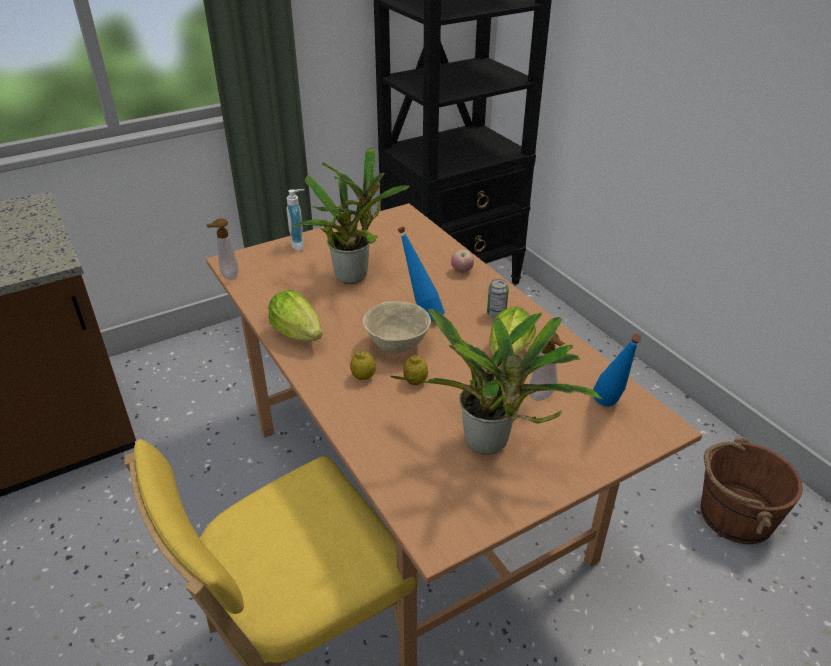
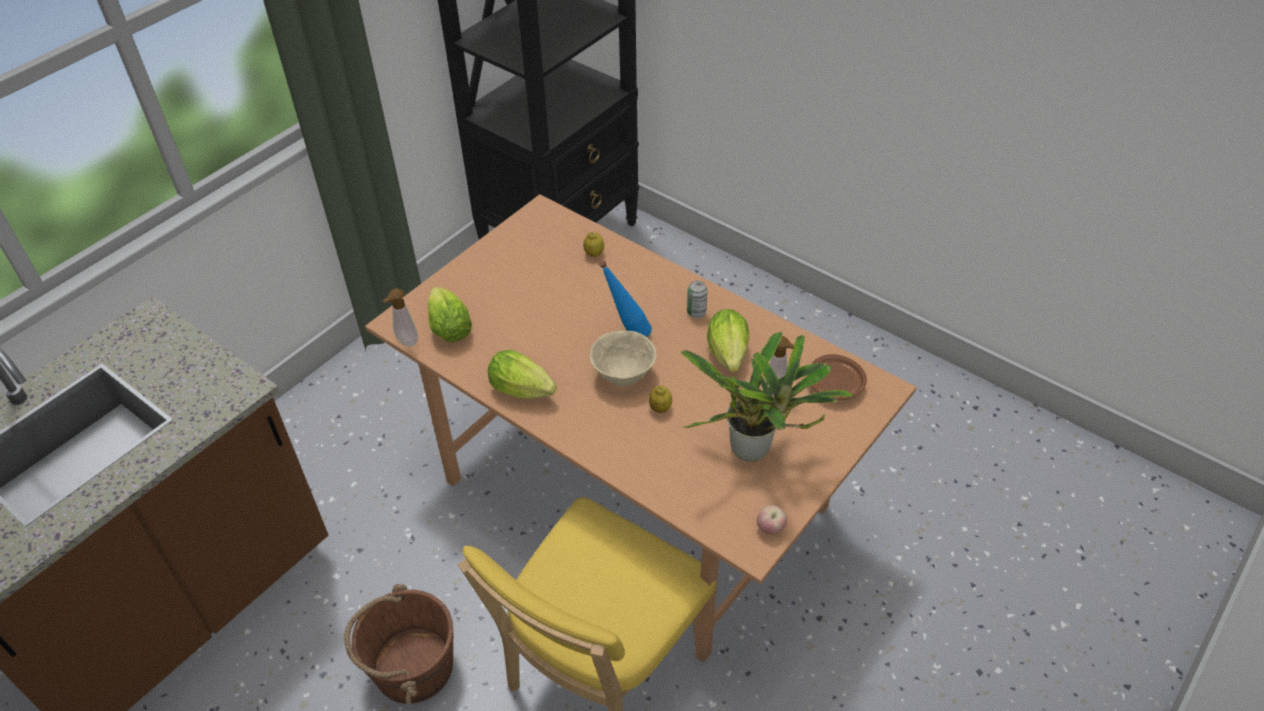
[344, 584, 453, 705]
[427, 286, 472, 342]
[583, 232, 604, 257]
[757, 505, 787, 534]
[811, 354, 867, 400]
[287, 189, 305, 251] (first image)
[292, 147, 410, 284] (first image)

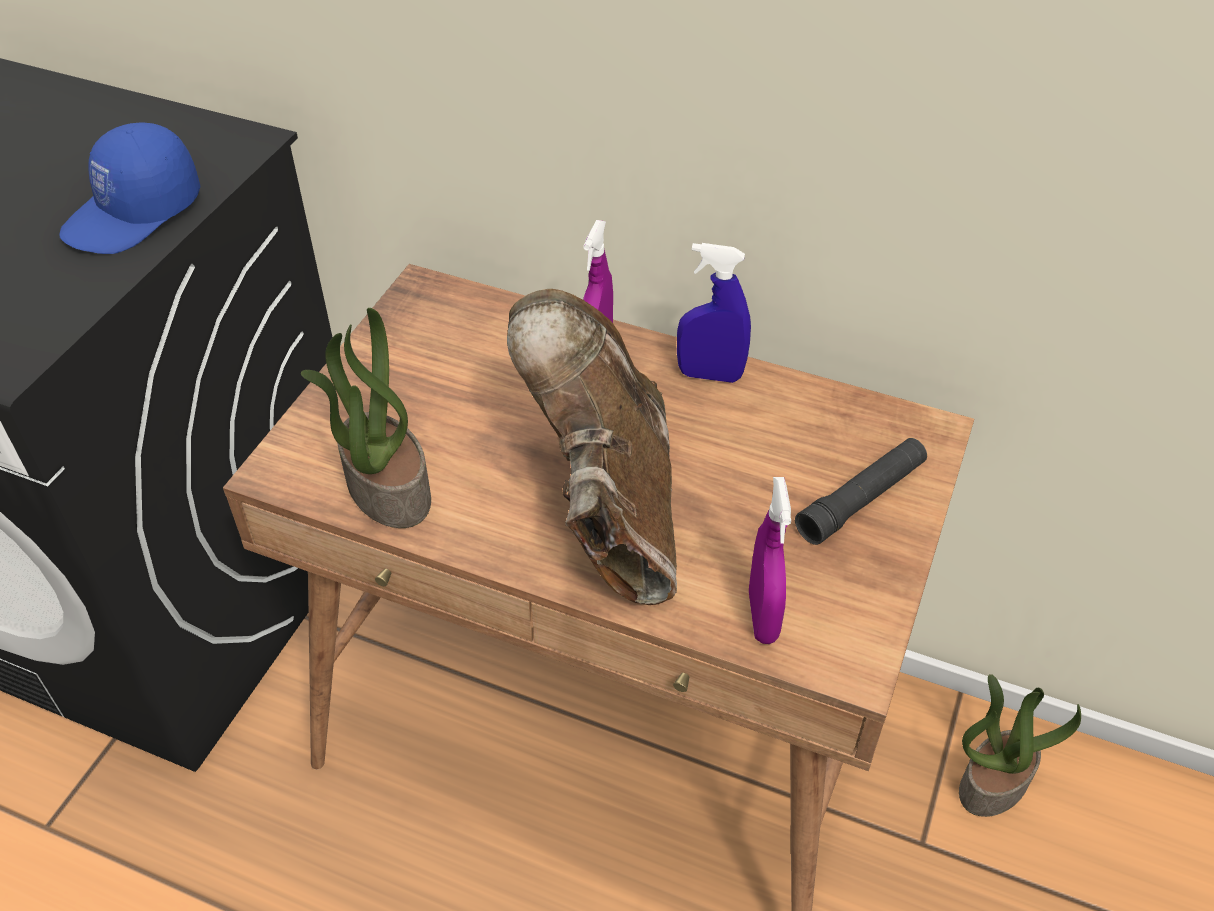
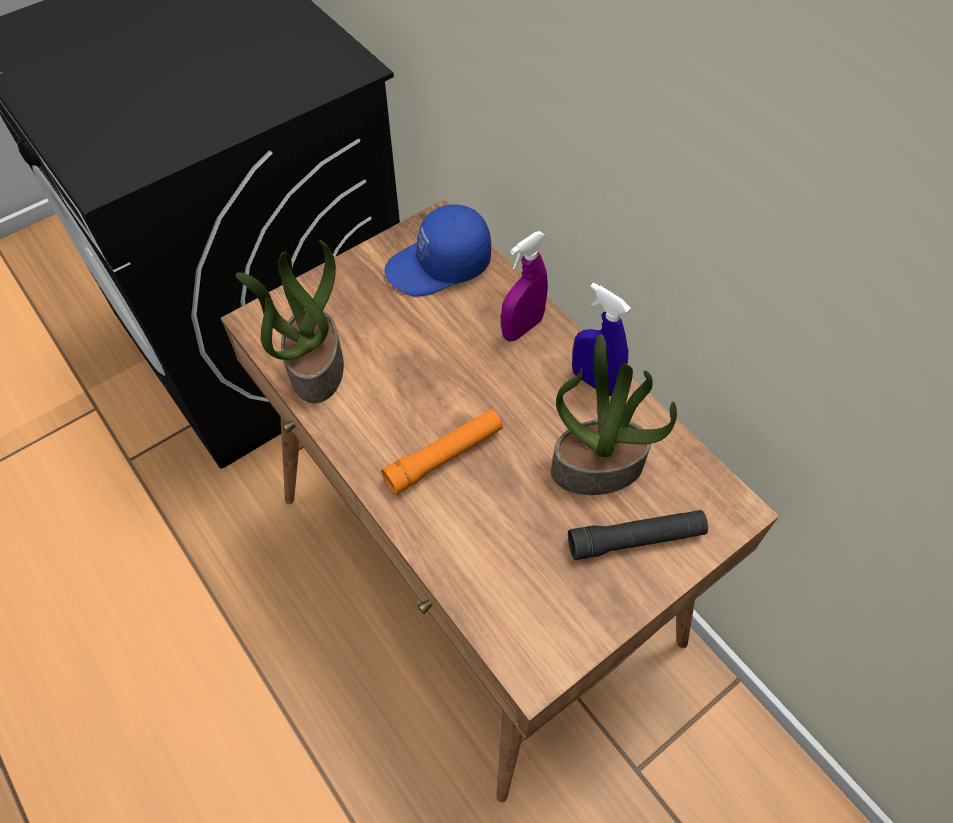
[381, 409, 503, 495]
[384, 204, 491, 297]
[551, 334, 677, 495]
[749, 477, 791, 644] (first image)

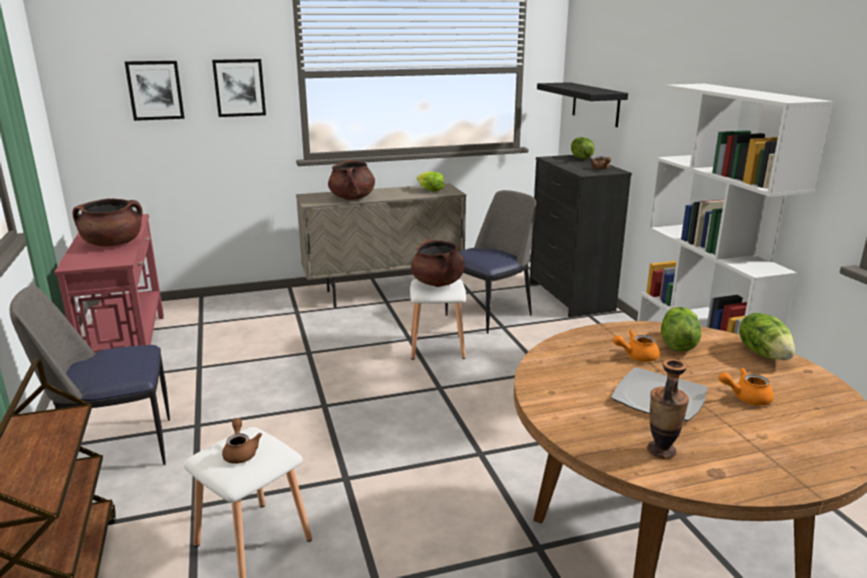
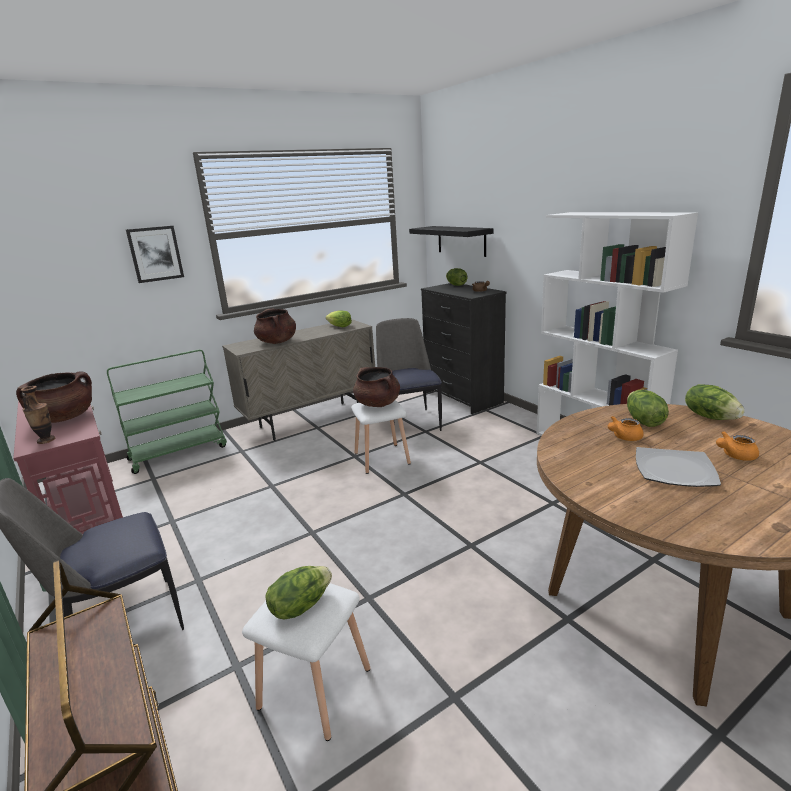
[21, 386, 55, 444]
[107, 349, 227, 474]
[265, 566, 332, 620]
[376, 318, 442, 431]
[125, 61, 184, 121] (first image)

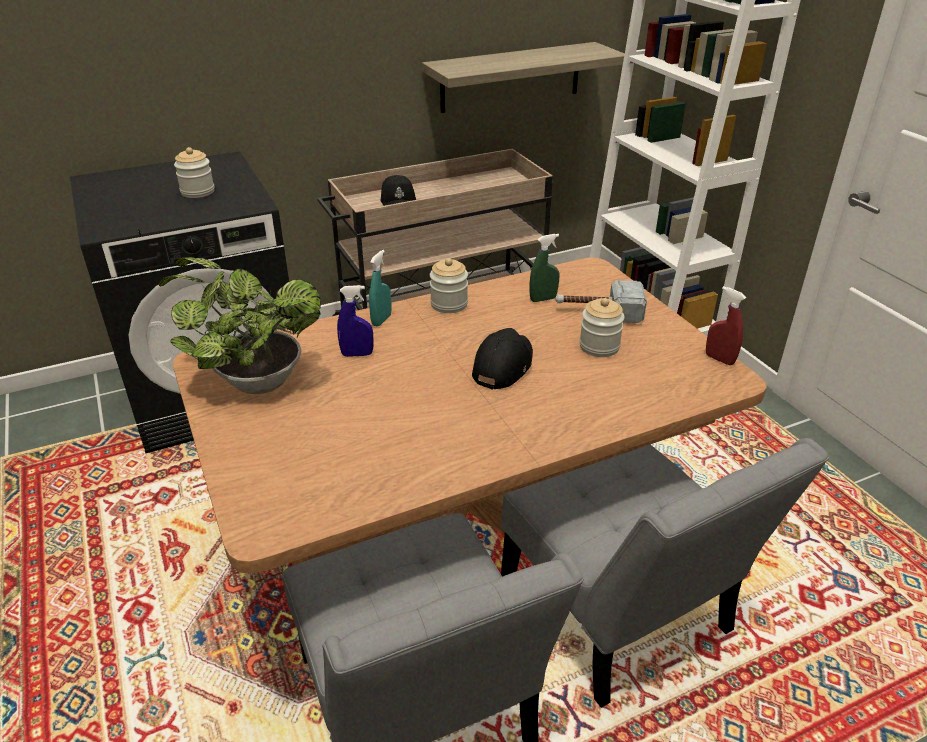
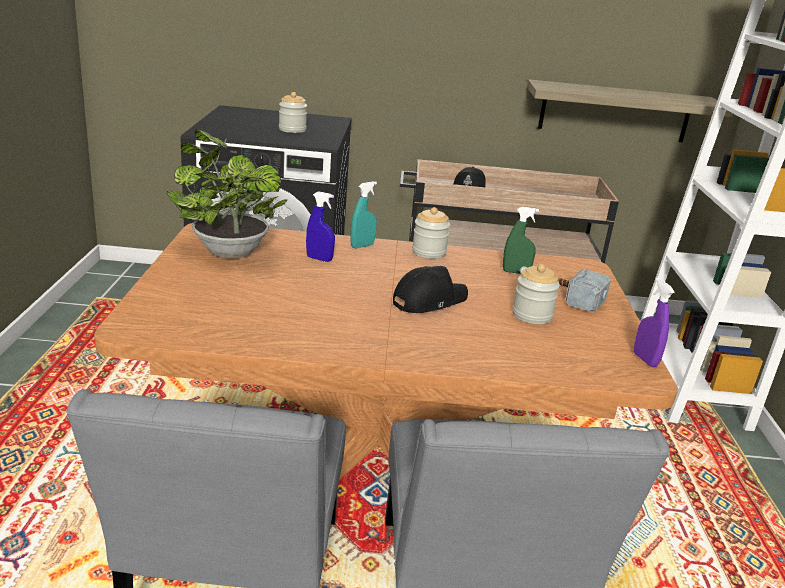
[634, 278, 675, 367]

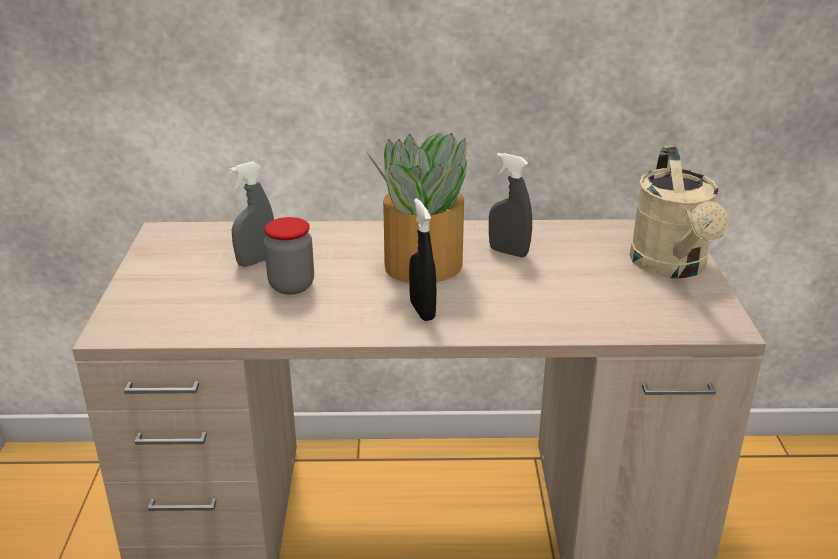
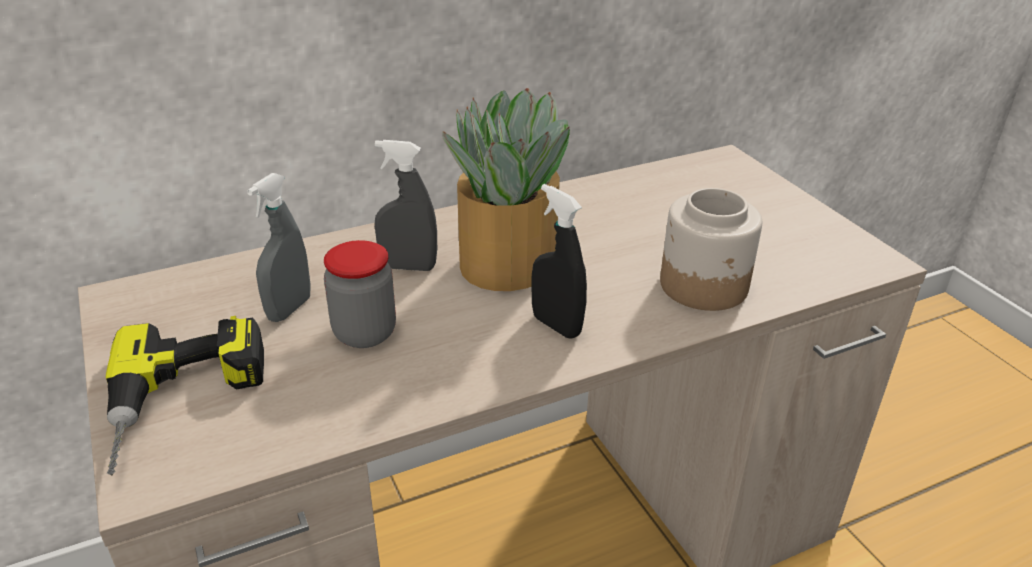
[106, 316, 264, 476]
[375, 140, 437, 271]
[660, 188, 762, 311]
[630, 147, 729, 278] (first image)

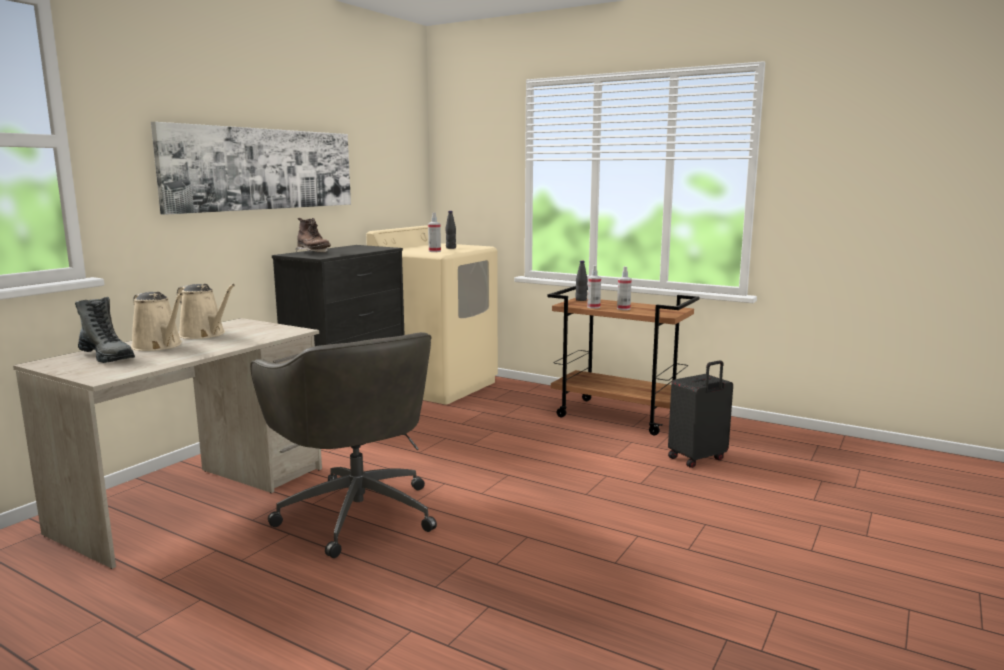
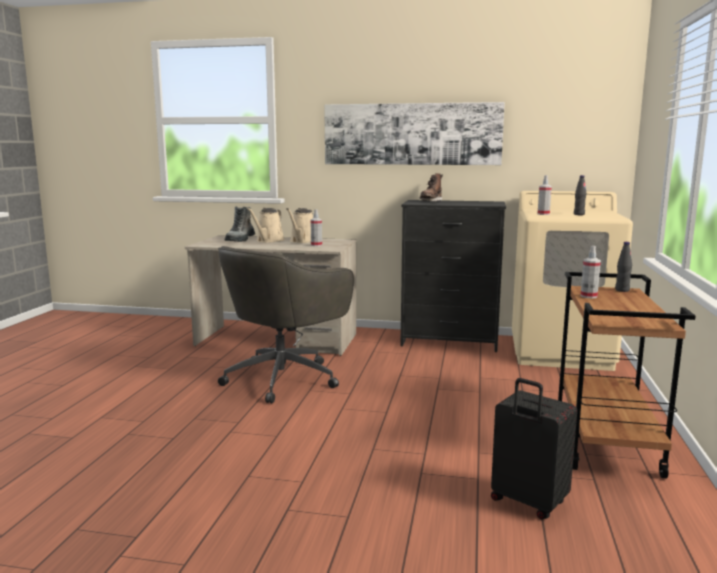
[310, 209, 322, 246]

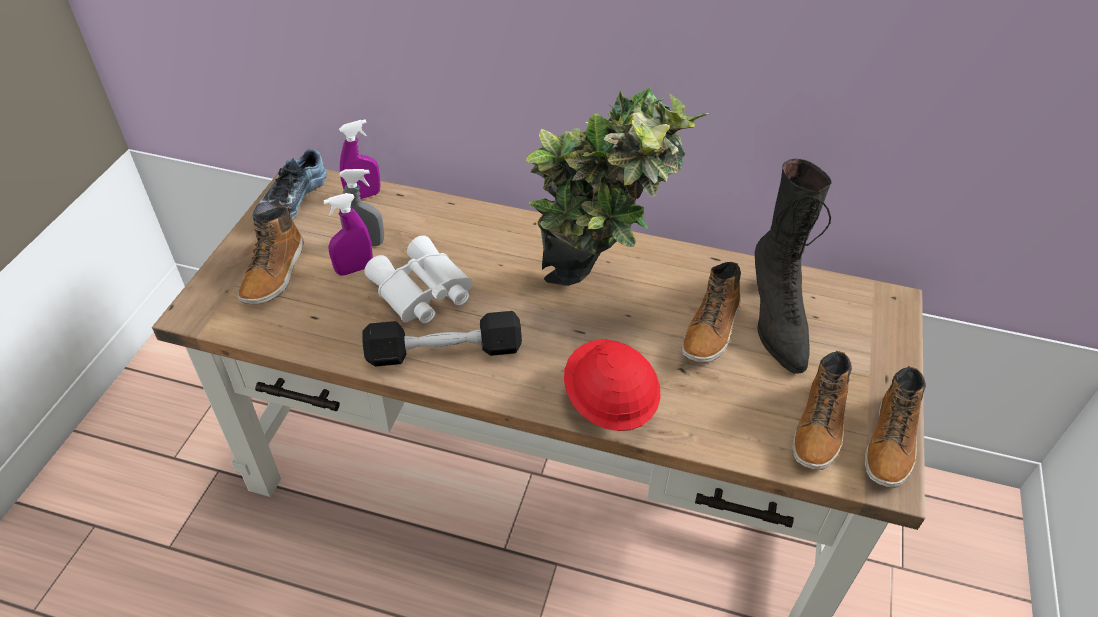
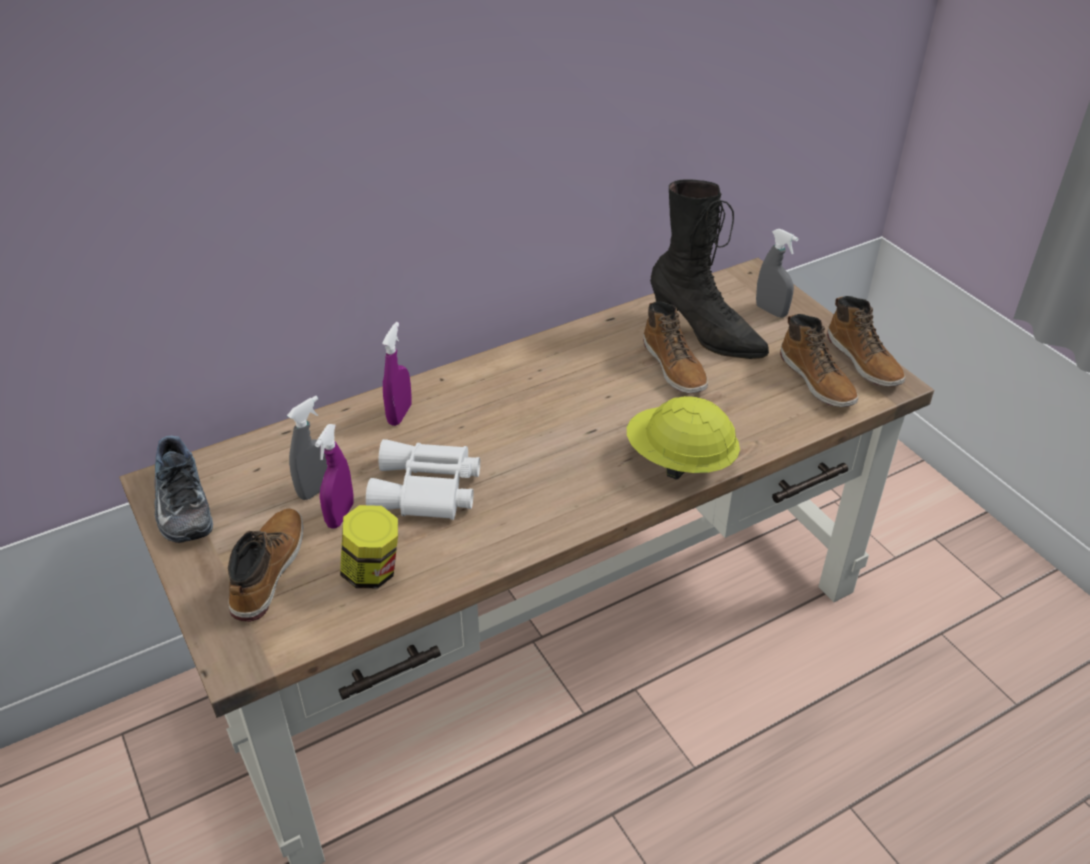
[228, 508, 303, 622]
[340, 505, 398, 588]
[382, 322, 412, 426]
[627, 396, 740, 479]
[756, 229, 798, 318]
[362, 311, 522, 366] (first image)
[526, 87, 709, 286] (first image)

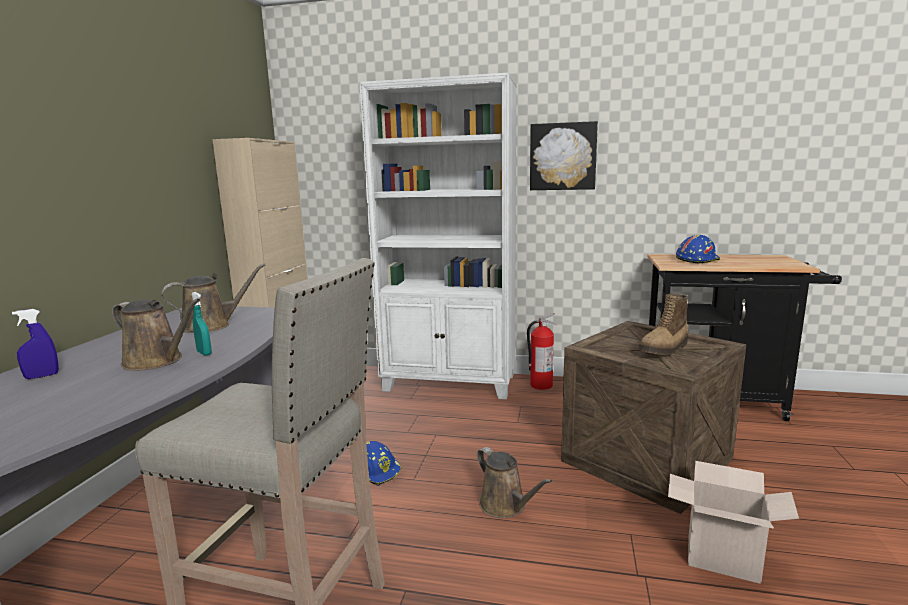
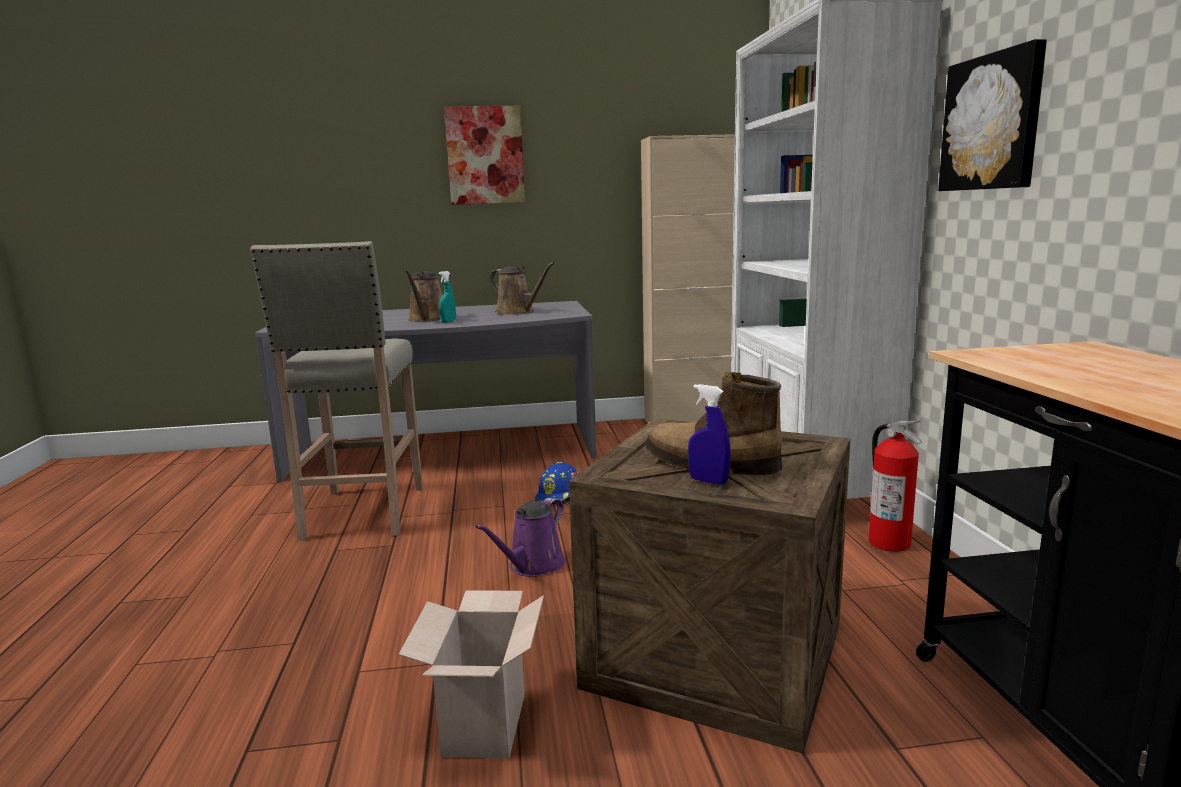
[444, 106, 525, 205]
[475, 498, 565, 577]
[688, 384, 731, 485]
[676, 235, 720, 264] (first image)

